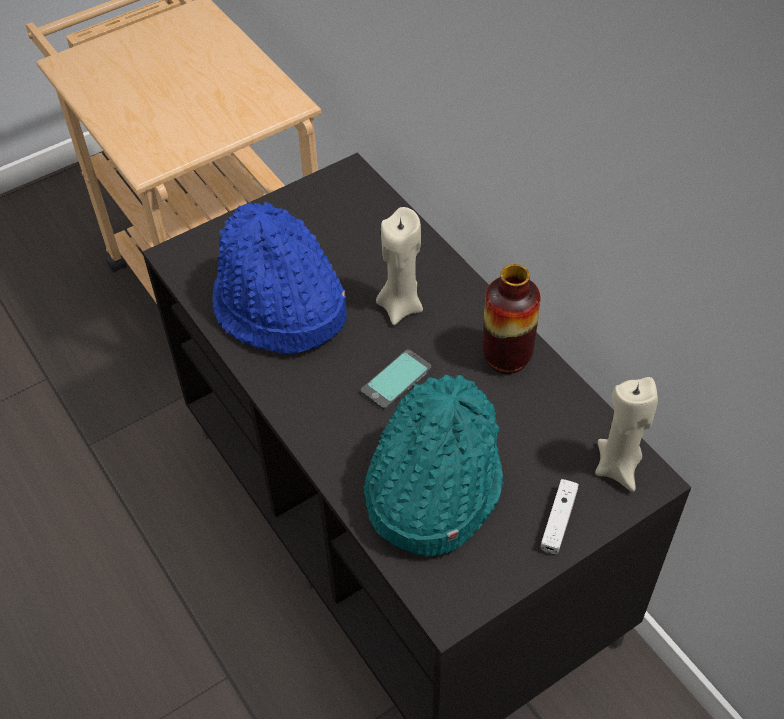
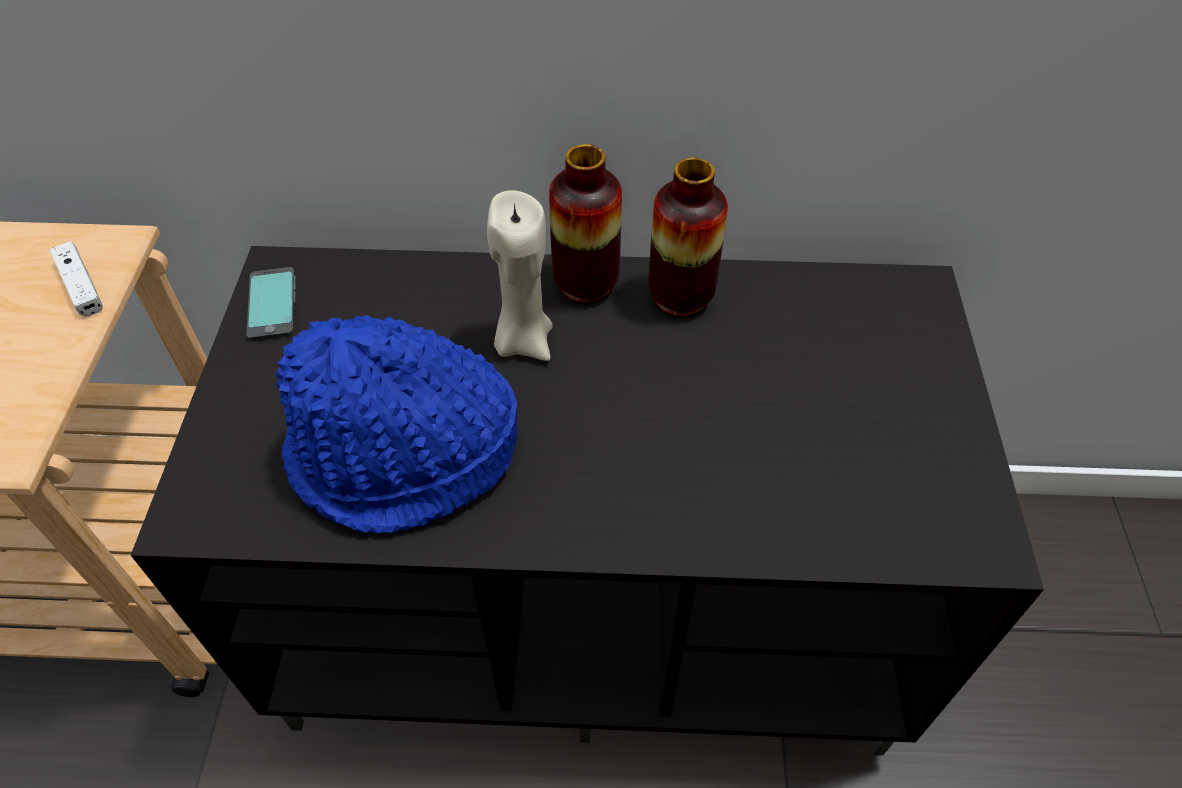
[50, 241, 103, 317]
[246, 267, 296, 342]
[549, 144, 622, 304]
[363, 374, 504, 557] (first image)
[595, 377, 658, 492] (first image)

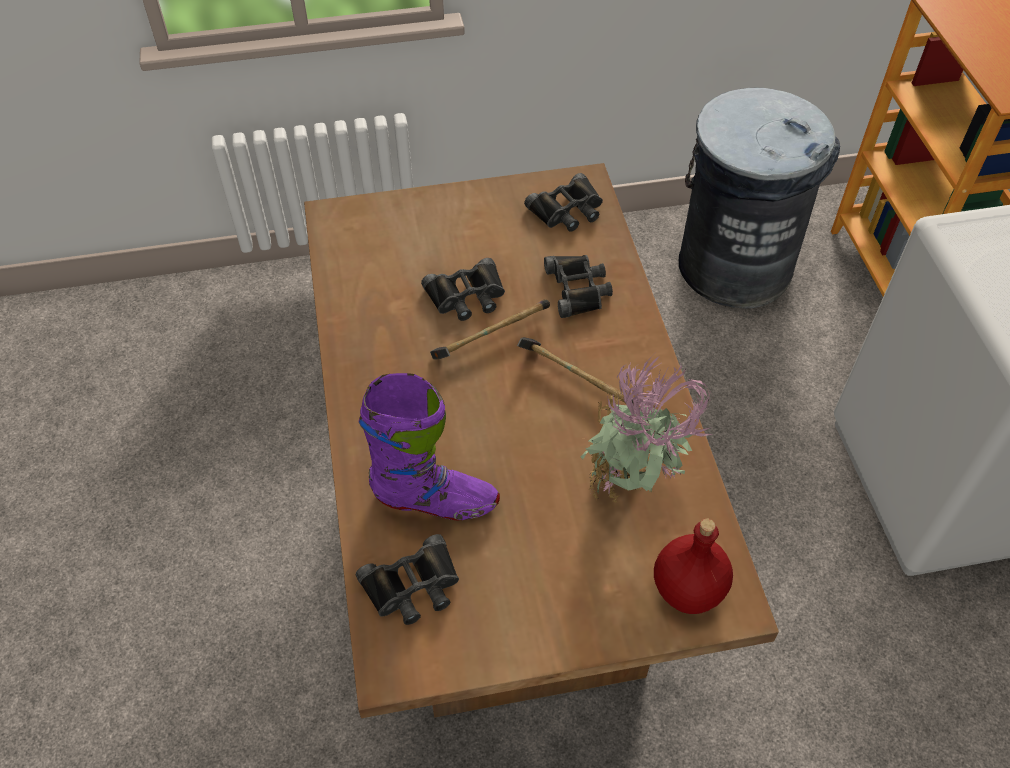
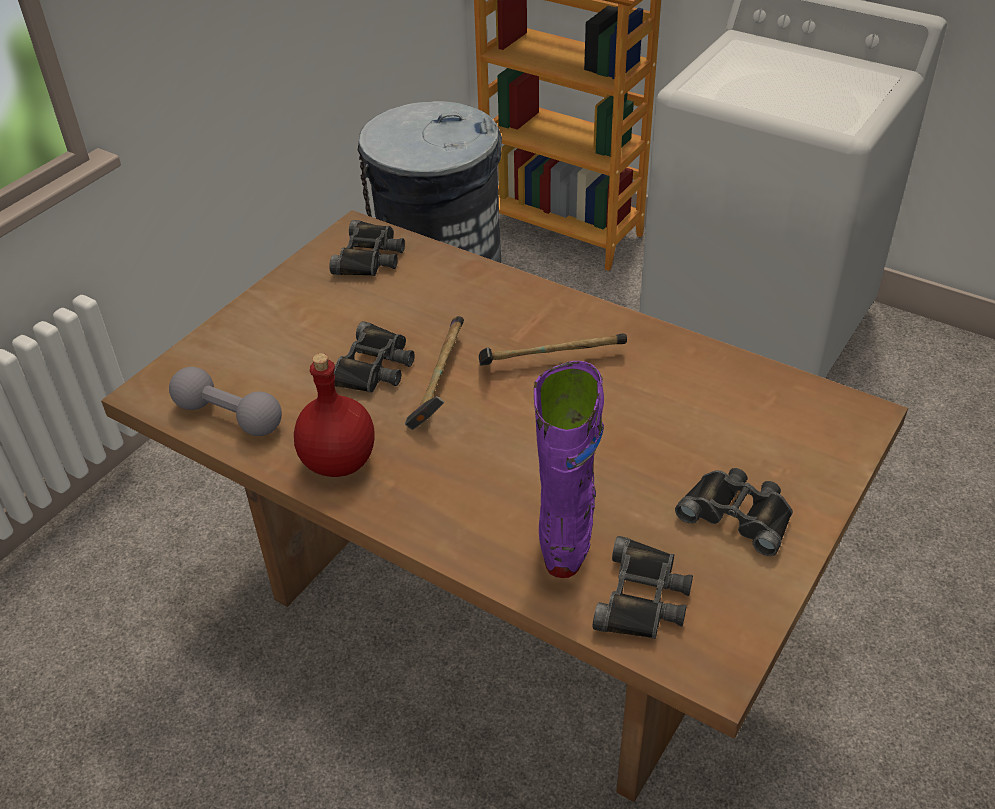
[169, 367, 282, 436]
[294, 353, 375, 477]
[534, 361, 604, 578]
[675, 468, 793, 556]
[580, 354, 713, 503] (first image)

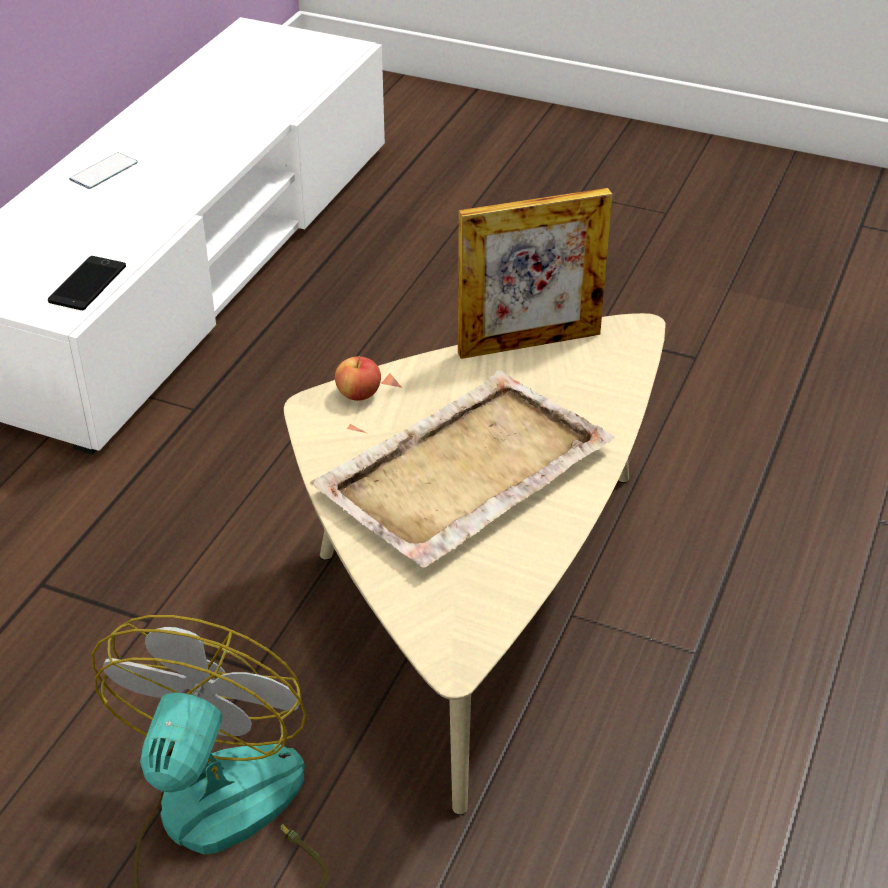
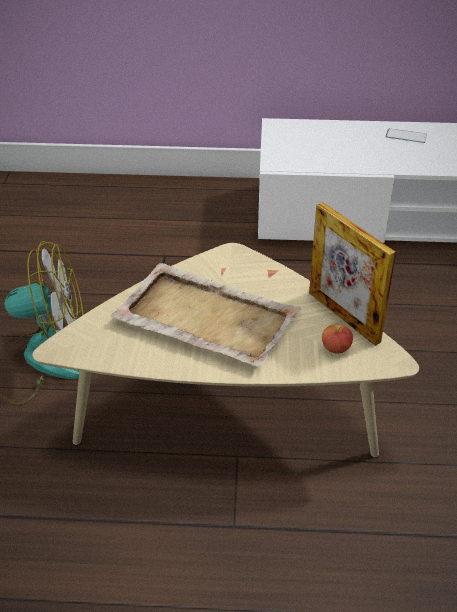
[322, 324, 353, 354]
[48, 256, 126, 310] (first image)

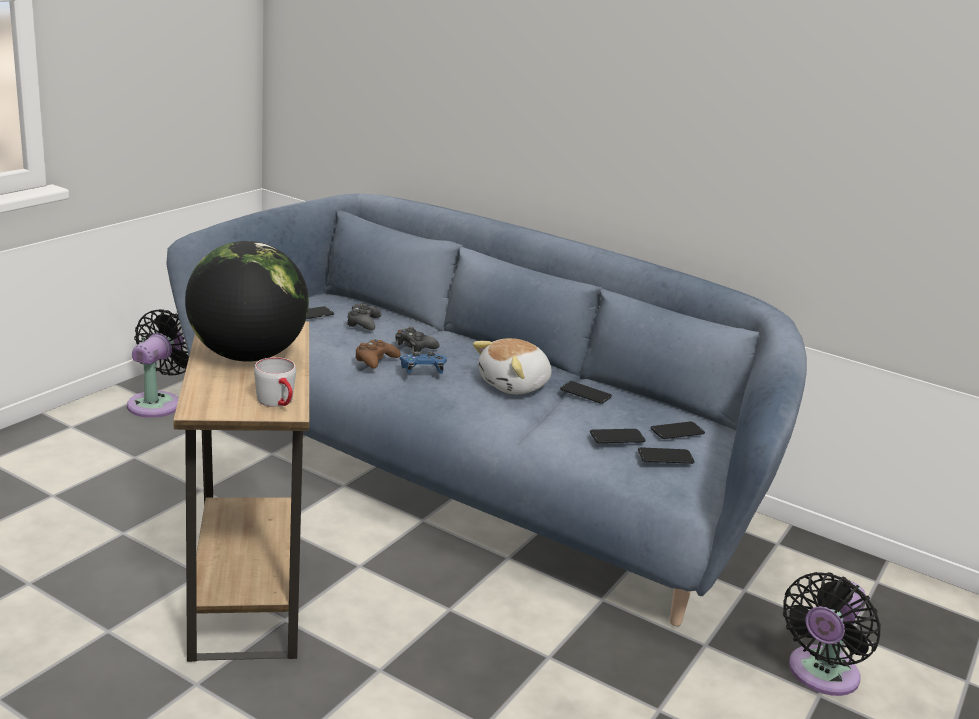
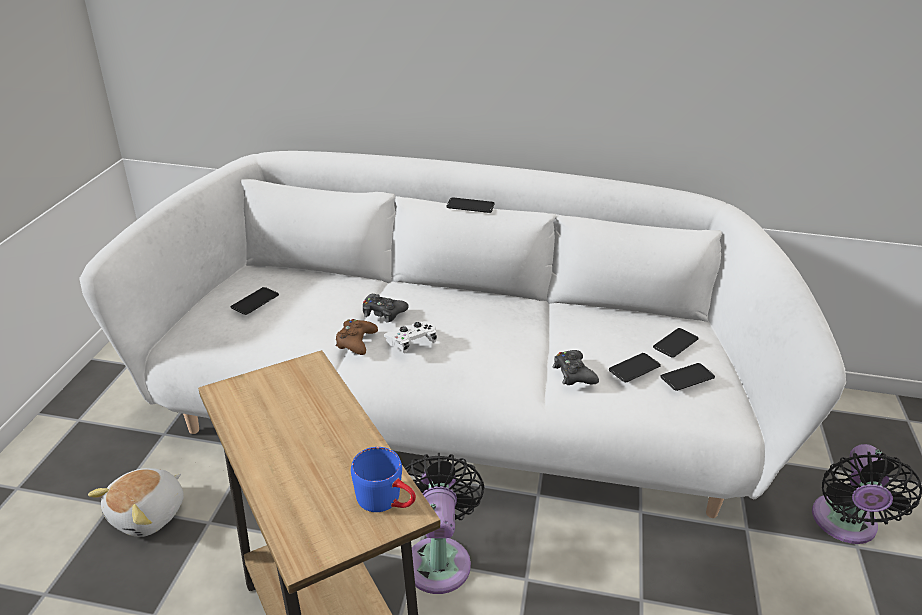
[80, 151, 846, 518]
[88, 468, 184, 537]
[351, 447, 416, 512]
[384, 322, 437, 353]
[403, 453, 484, 594]
[447, 197, 495, 213]
[552, 350, 599, 385]
[185, 241, 309, 362] (first image)

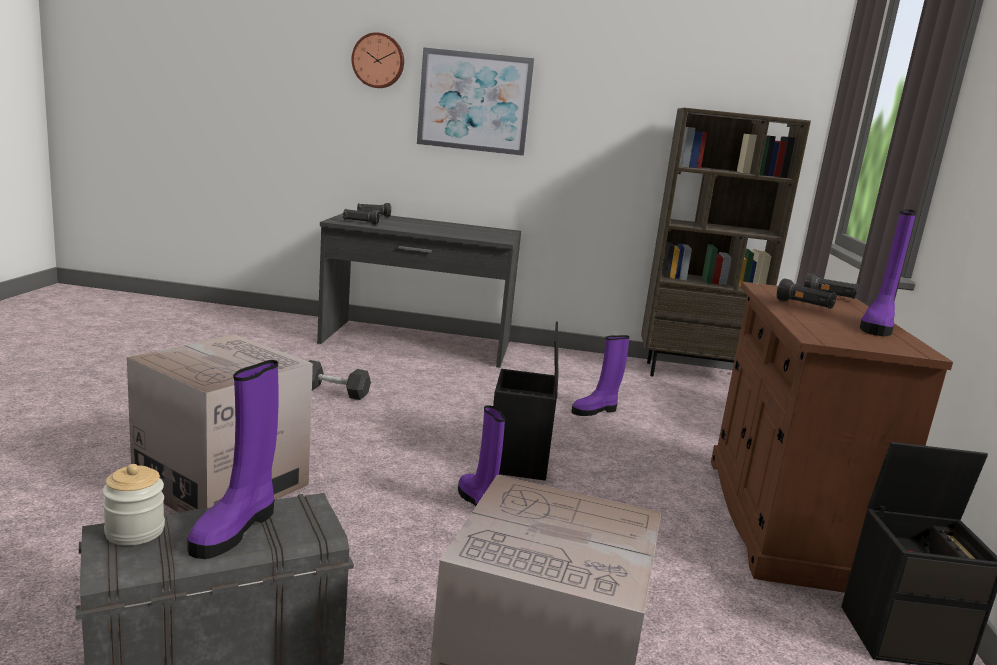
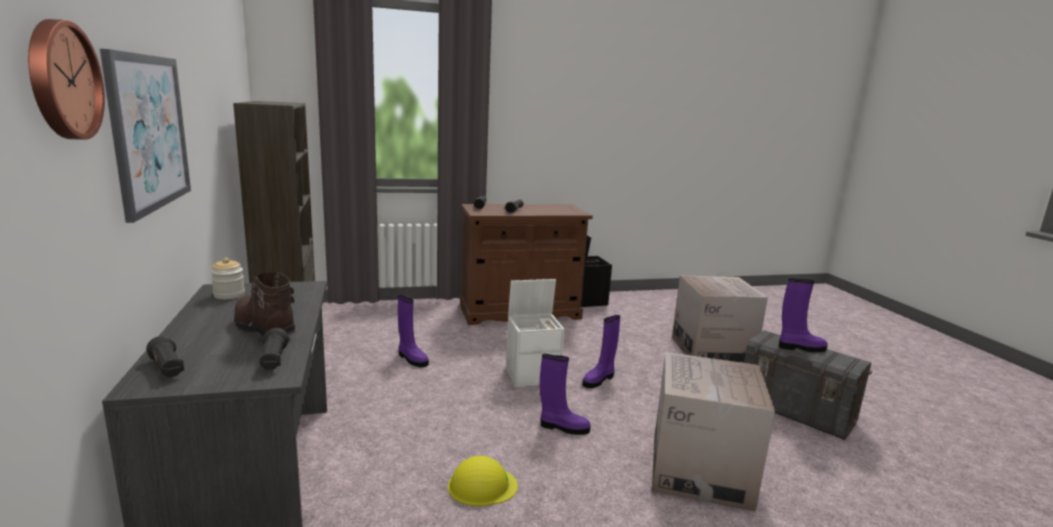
[211, 258, 245, 299]
[234, 272, 295, 337]
[448, 456, 518, 506]
[506, 279, 564, 387]
[540, 354, 591, 435]

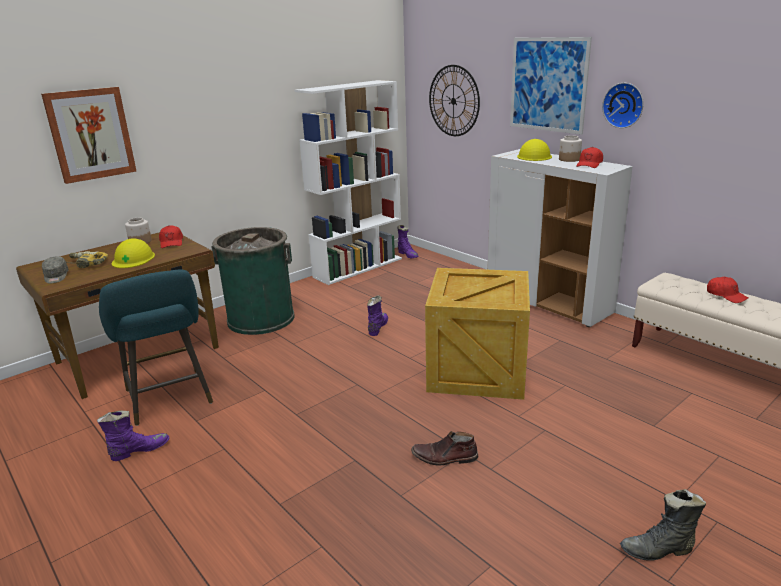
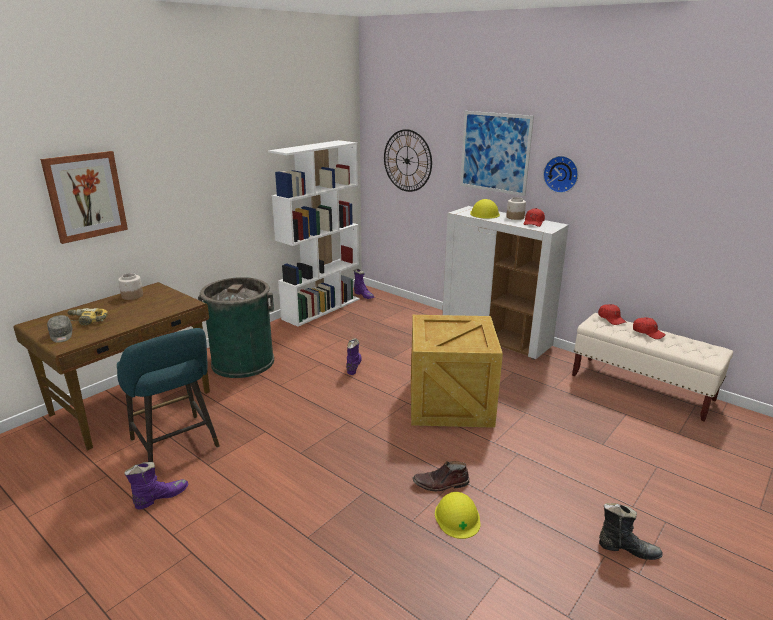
[435, 492, 480, 539]
[598, 304, 627, 325]
[599, 503, 663, 560]

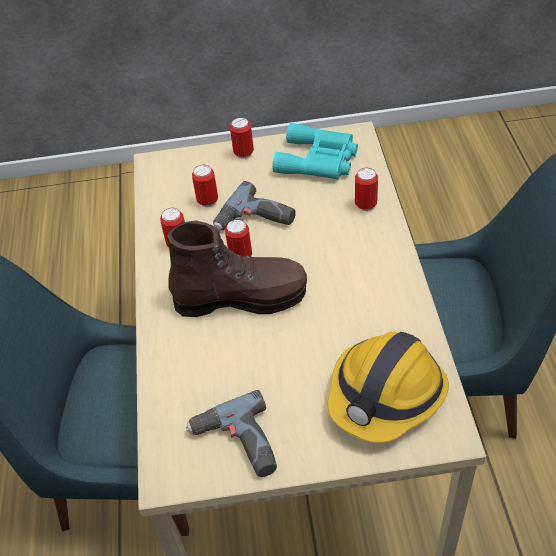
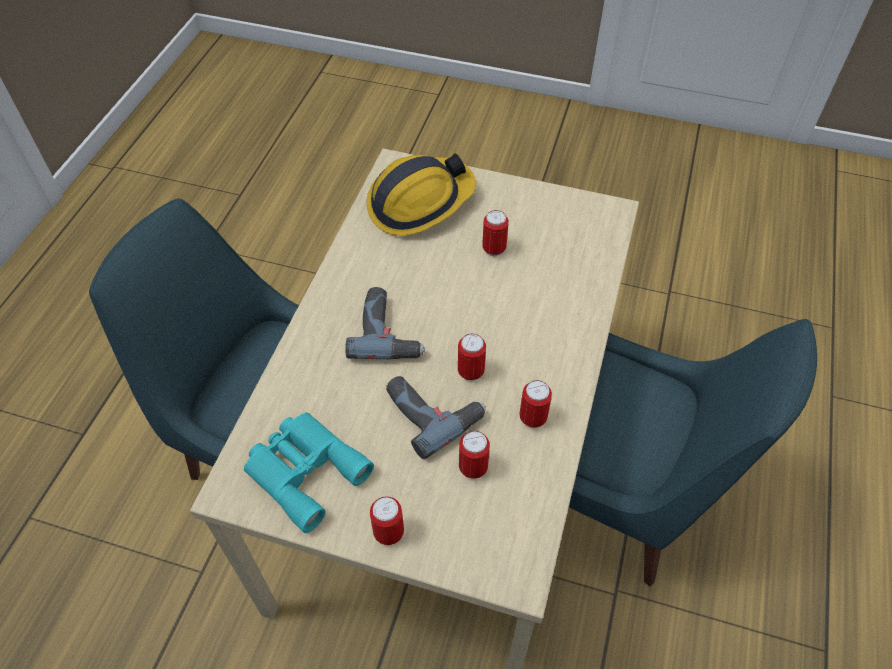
[345, 287, 425, 359]
[482, 210, 509, 256]
[167, 220, 307, 317] (first image)

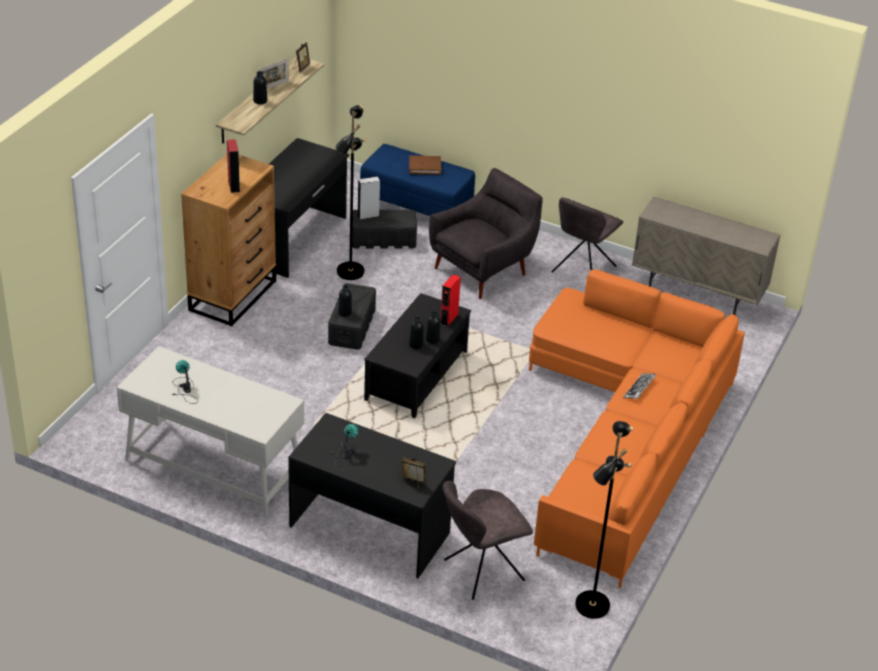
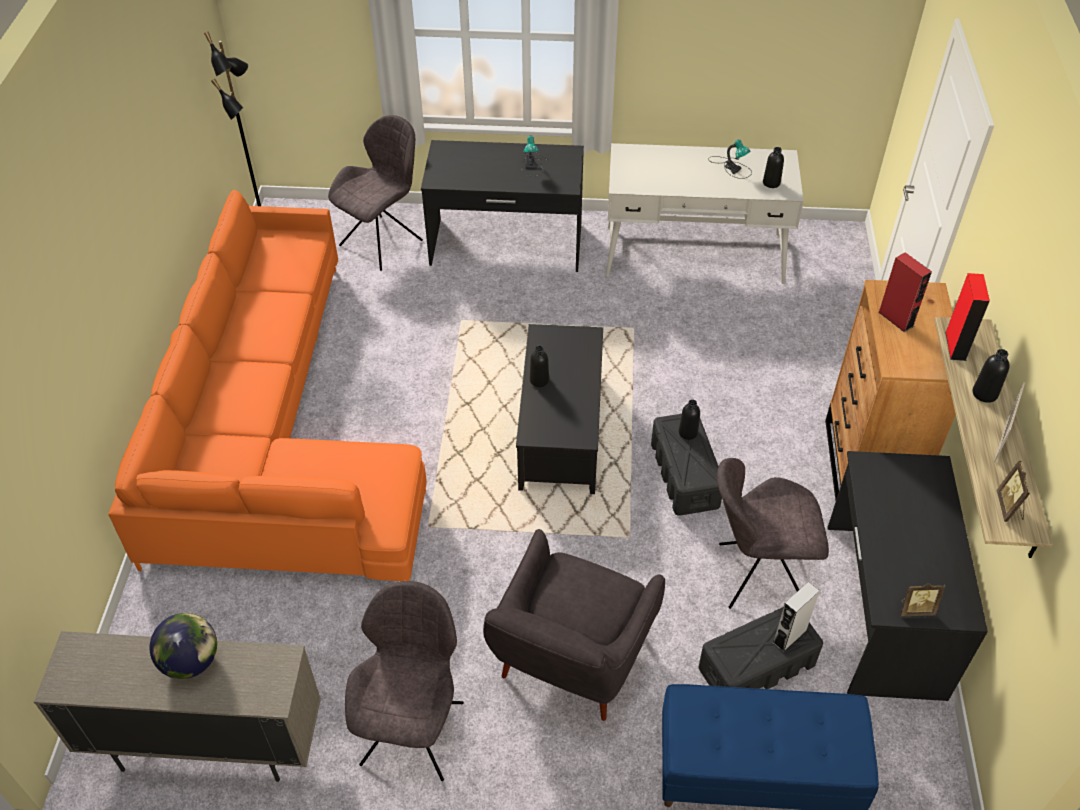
[150, 613, 217, 679]
[717, 458, 829, 609]
[763, 147, 784, 188]
[900, 583, 945, 616]
[945, 273, 990, 361]
[409, 155, 441, 175] (first image)
[623, 373, 656, 399] (first image)

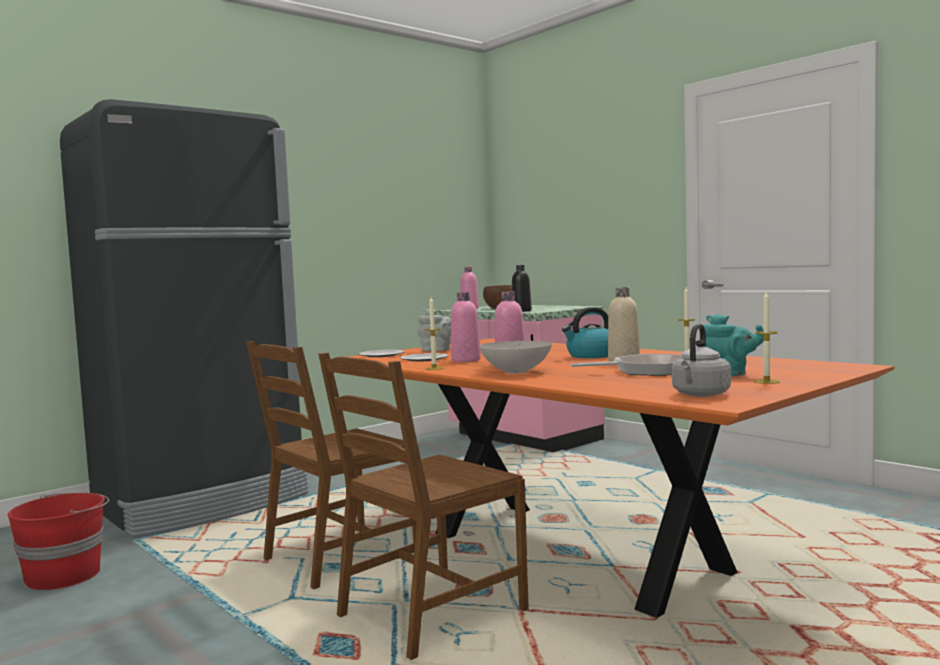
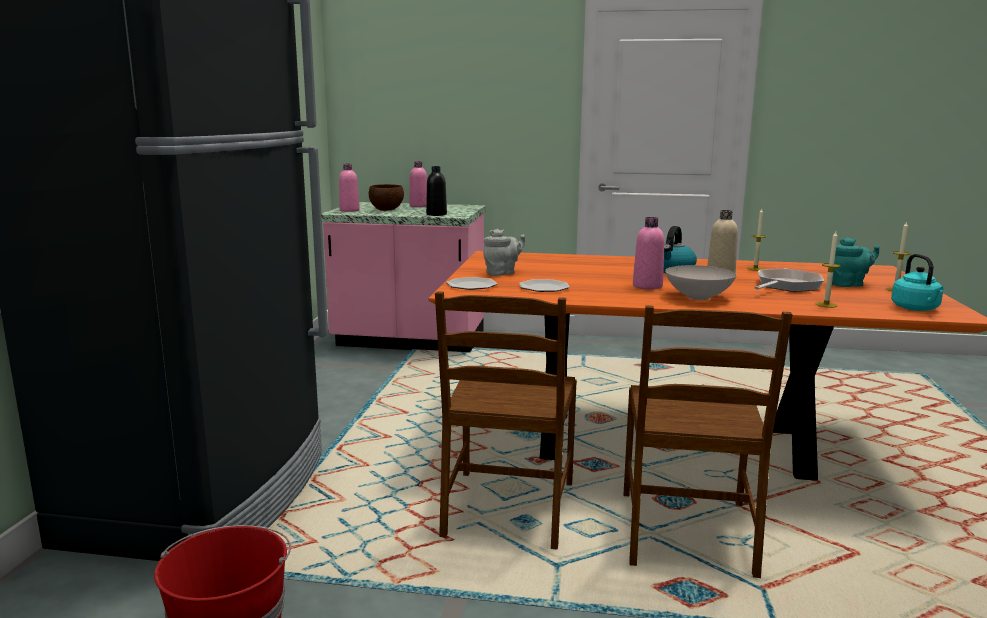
[410, 161, 427, 207]
[816, 232, 841, 308]
[891, 254, 944, 311]

